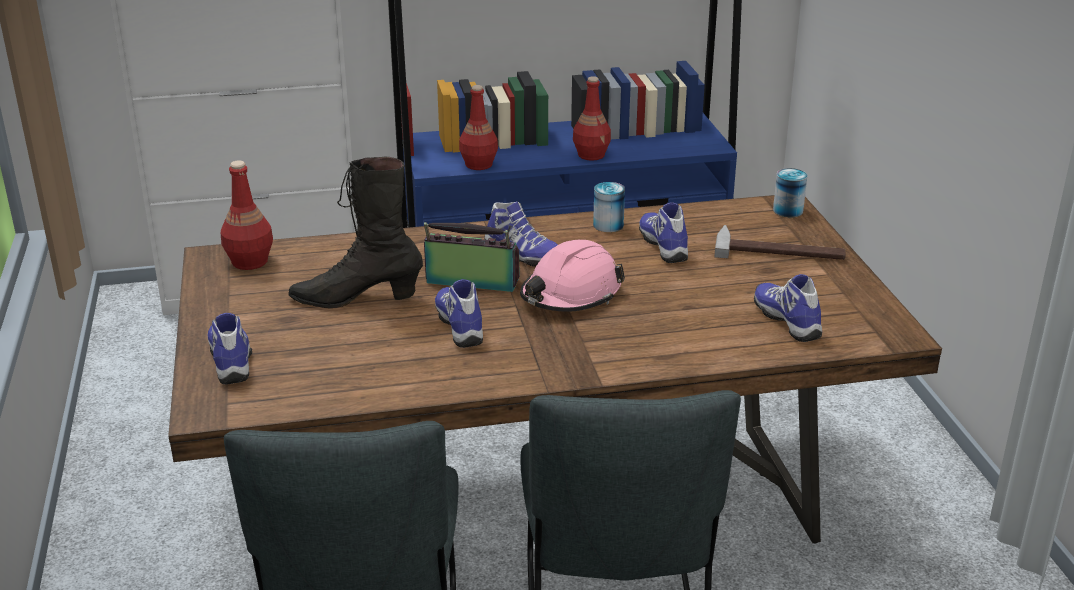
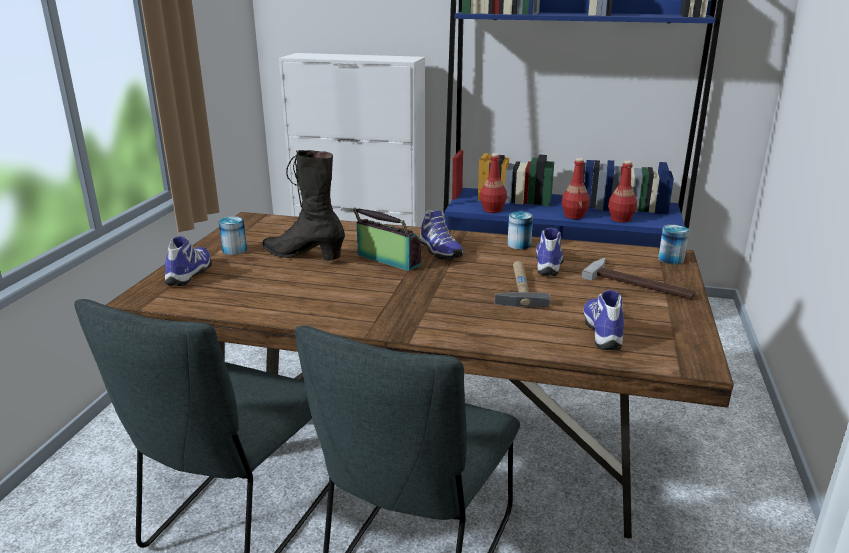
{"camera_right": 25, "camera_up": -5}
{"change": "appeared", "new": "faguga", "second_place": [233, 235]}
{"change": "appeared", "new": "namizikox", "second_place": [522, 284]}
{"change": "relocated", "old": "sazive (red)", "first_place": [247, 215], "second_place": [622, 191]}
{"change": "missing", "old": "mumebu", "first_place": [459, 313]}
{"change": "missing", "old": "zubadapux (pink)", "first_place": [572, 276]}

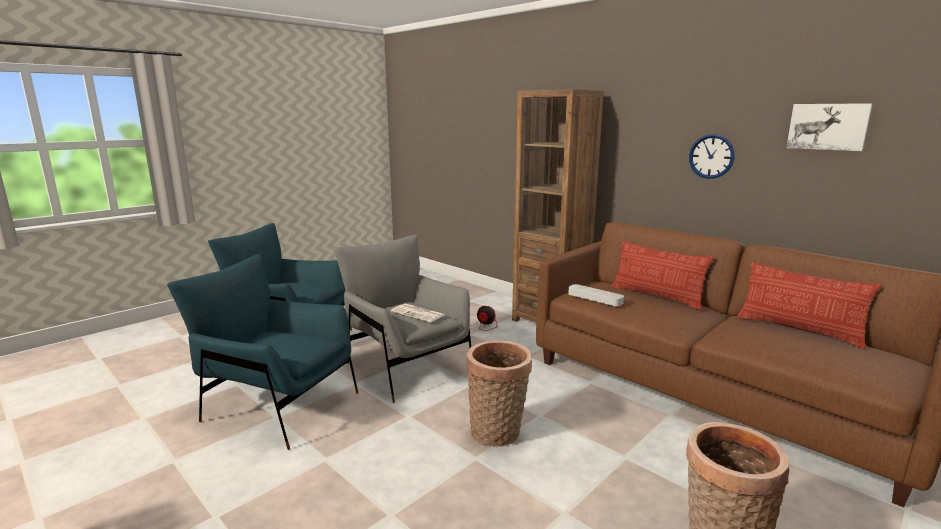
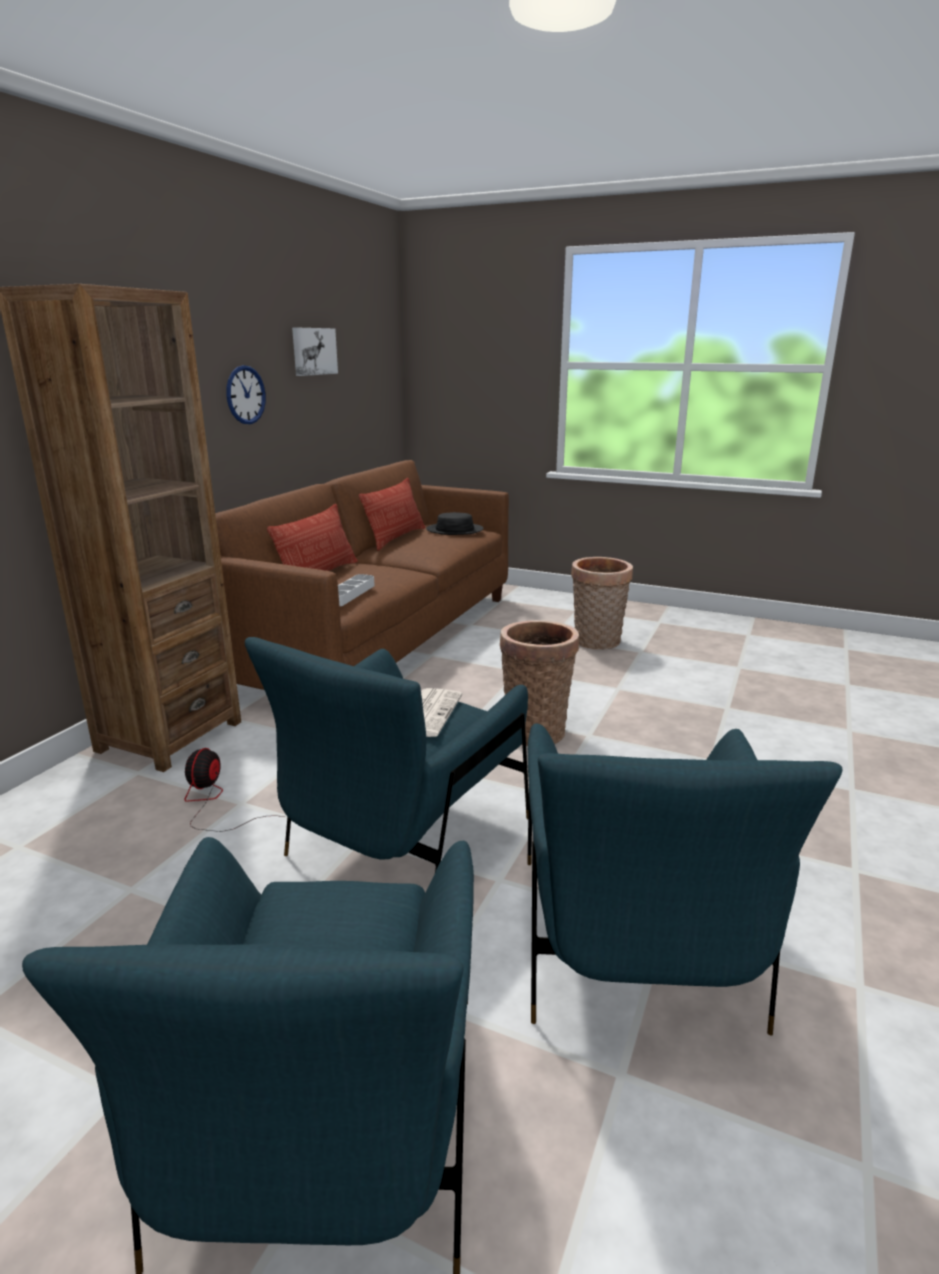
{"camera_right": -110, "camera_up": 5}
{"change": "colour", "old": "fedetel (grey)", "new": "fedetel (blue)", "first_place": [402, 318], "second_place": [387, 754]}
{"change": "appeared", "new": "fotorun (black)", "second_place": [455, 523]}

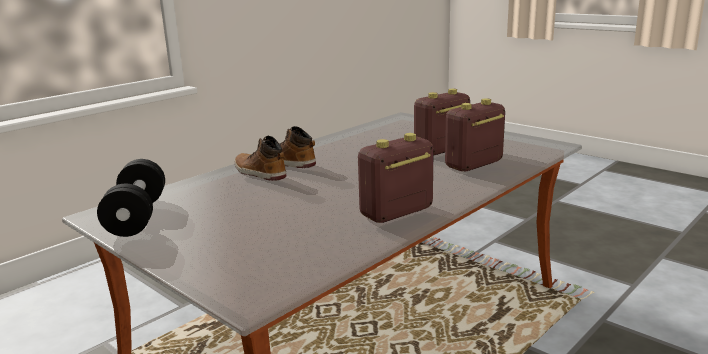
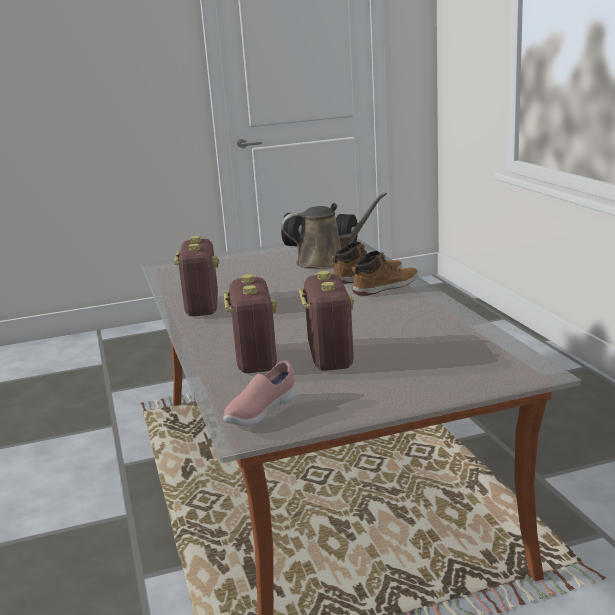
{"camera_right": 120, "camera_up": 0}
{"change": "appeared", "new": "mumebu (pink)", "second_place": [259, 393]}
{"change": "appeared", "new": "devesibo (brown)", "second_place": [334, 230]}

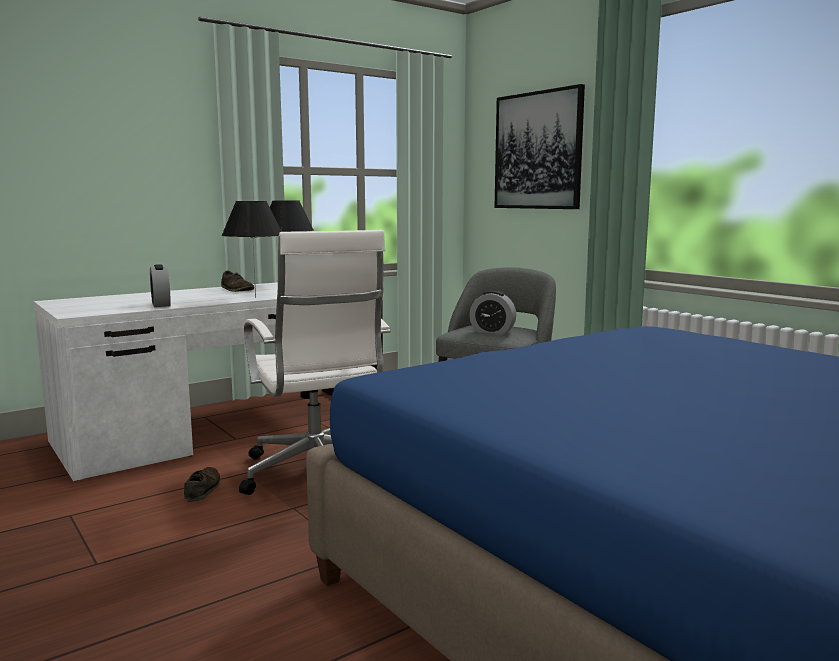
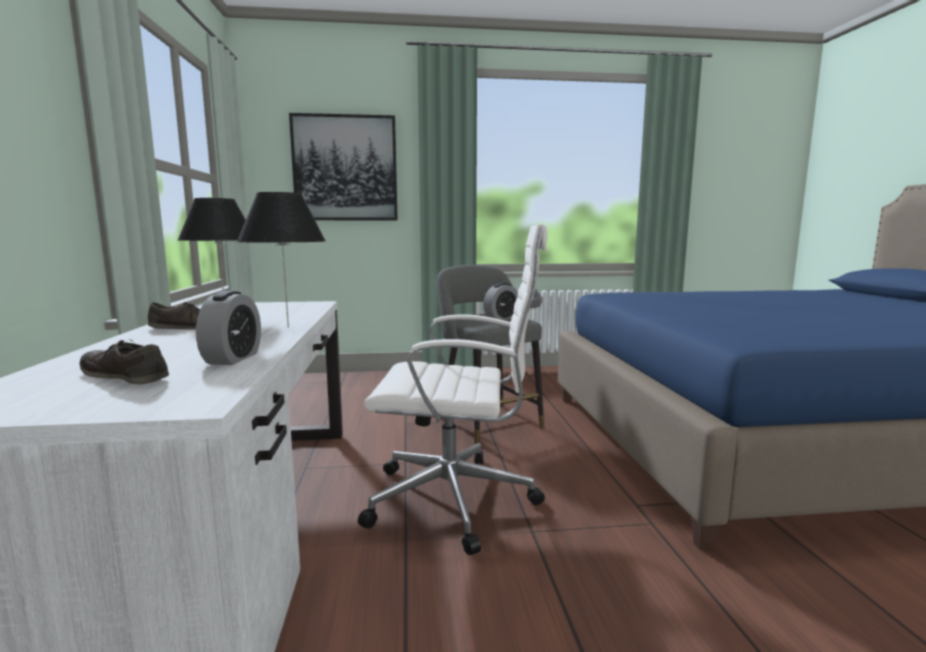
{"camera_right": -60, "camera_up": 0}
{"change": "relocated", "old": "mumebu (brown)", "first_place": [202, 484], "second_place": [124, 362]}
{"change": "spun", "old": "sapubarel", "first_place": [160, 285], "second_place": [228, 328], "degrees": -90}

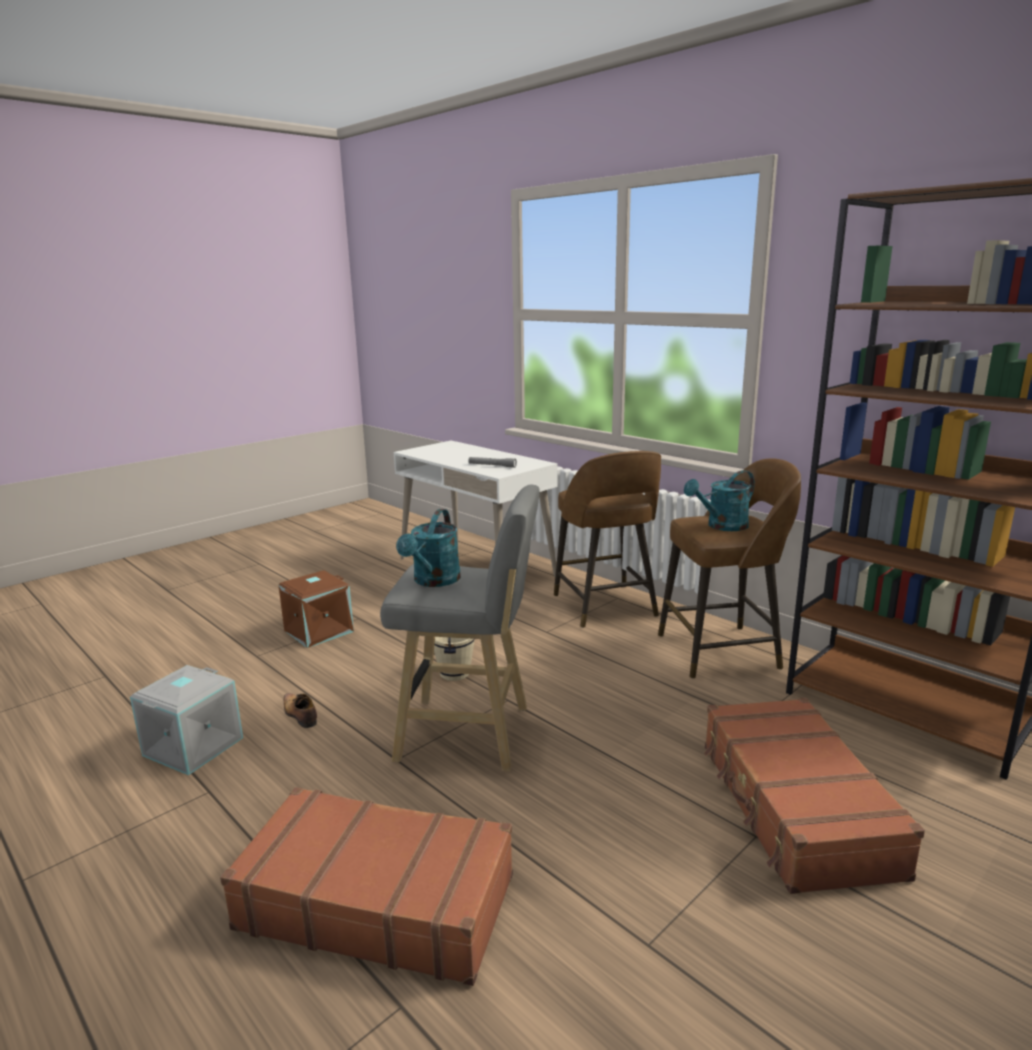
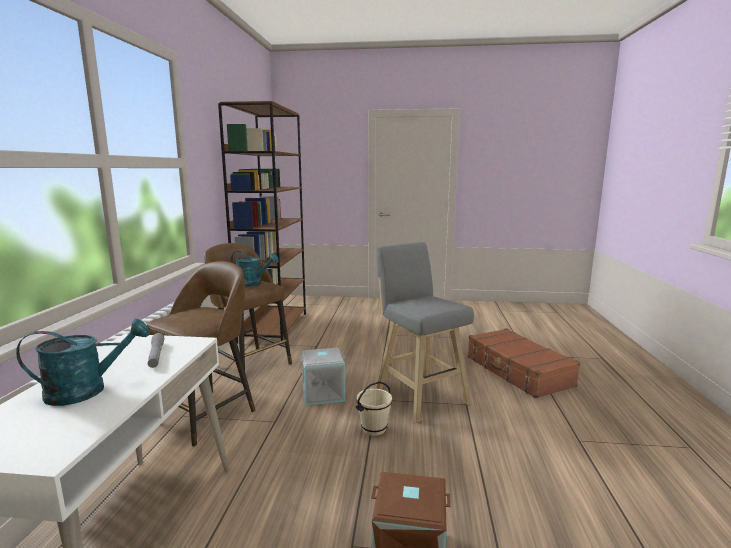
{"camera_right": -130, "camera_up": -5}
{"change": "relocated", "old": "devesibo (turquoise)", "first_place": [428, 548], "second_place": [83, 362]}
{"change": "relocated", "old": "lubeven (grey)", "first_place": [186, 720], "second_place": [323, 377]}
{"change": "missing", "old": "mumebu", "first_place": [300, 710]}
{"change": "missing", "old": "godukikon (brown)", "first_place": [814, 796]}

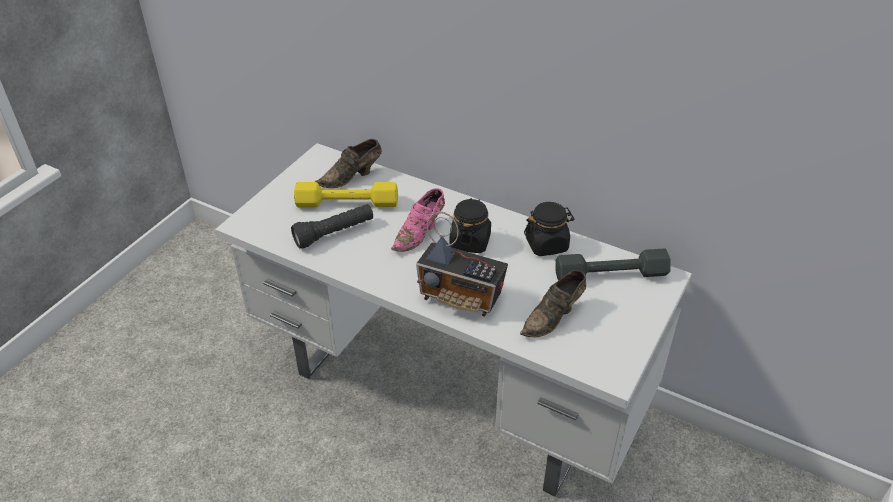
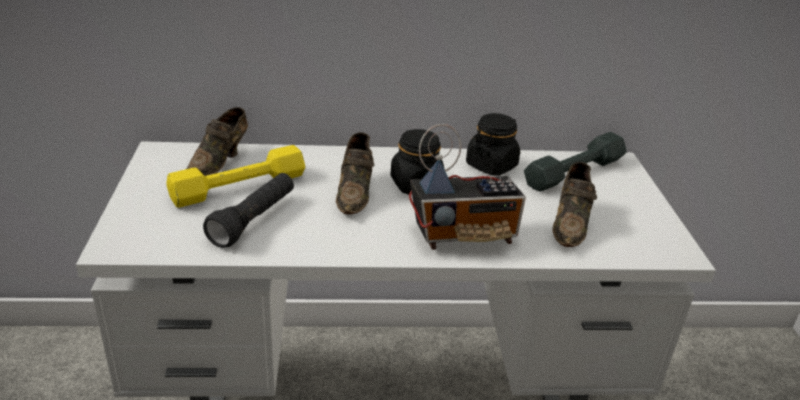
{"camera_right": -35, "camera_up": -10}
{"change": "colour", "old": "mumebu (pink)", "new": "mumebu (brown)", "first_place": [418, 220], "second_place": [355, 173]}

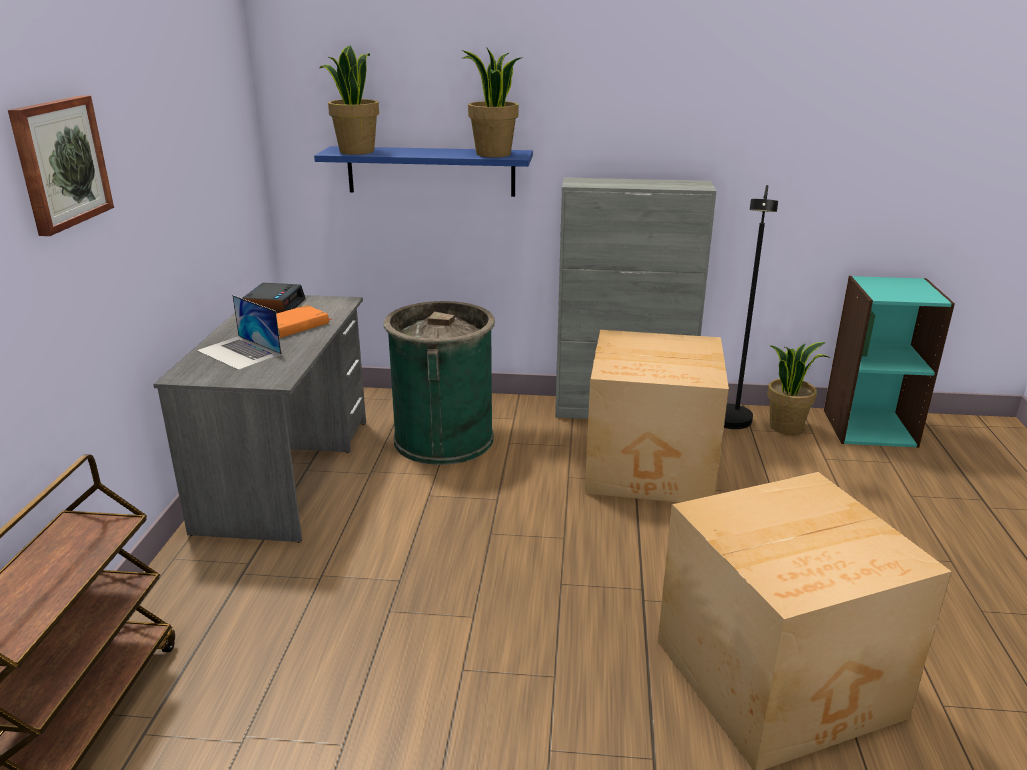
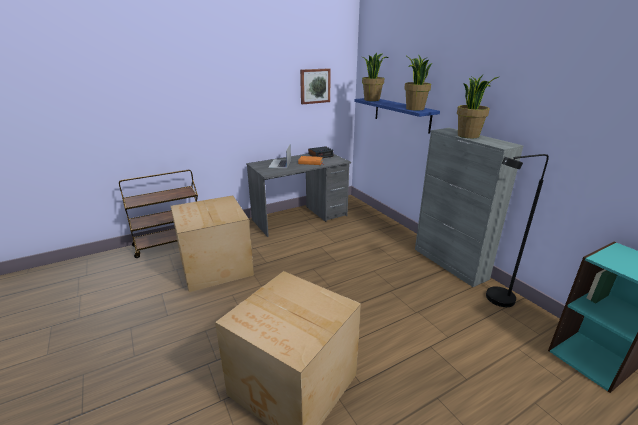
{"camera_right": 55, "camera_up": 0}
{"change": "relocated", "old": "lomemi", "first_place": [657, 416], "second_place": [212, 243]}
{"change": "relocated", "old": "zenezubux", "first_place": [61, 165], "second_place": [315, 86]}
{"change": "relocated", "old": "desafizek", "first_place": [799, 388], "second_place": [477, 106]}
{"change": "missing", "old": "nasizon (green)", "first_place": [439, 383]}

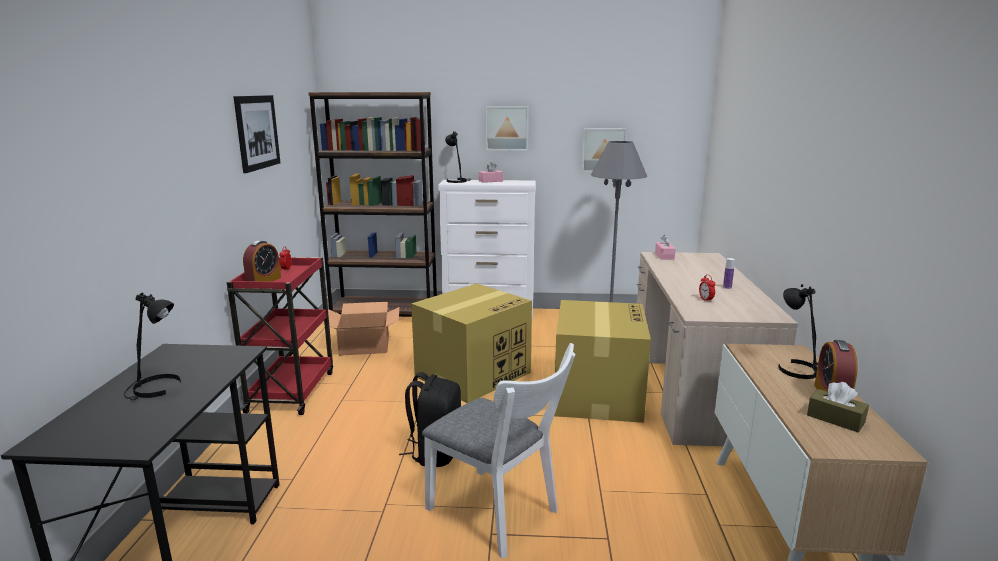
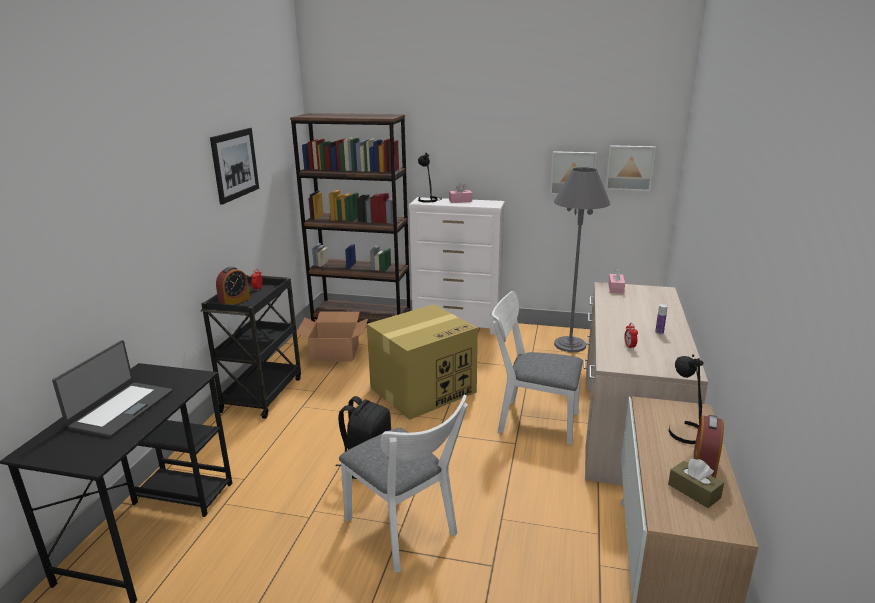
{"camera_right": 10, "camera_up": 5}
{"change": "exchanged", "old": "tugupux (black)", "new": "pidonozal", "first_place": [152, 346], "second_place": [112, 388]}
{"change": "colour", "old": "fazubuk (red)", "new": "fazubuk (black)", "first_place": [280, 336], "second_place": [251, 347]}
{"change": "exchanged", "old": "lomemi", "new": "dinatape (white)", "first_place": [602, 361], "second_place": [537, 368]}
{"change": "relocated", "old": "zenezubux", "first_place": [507, 128], "second_place": [630, 168]}

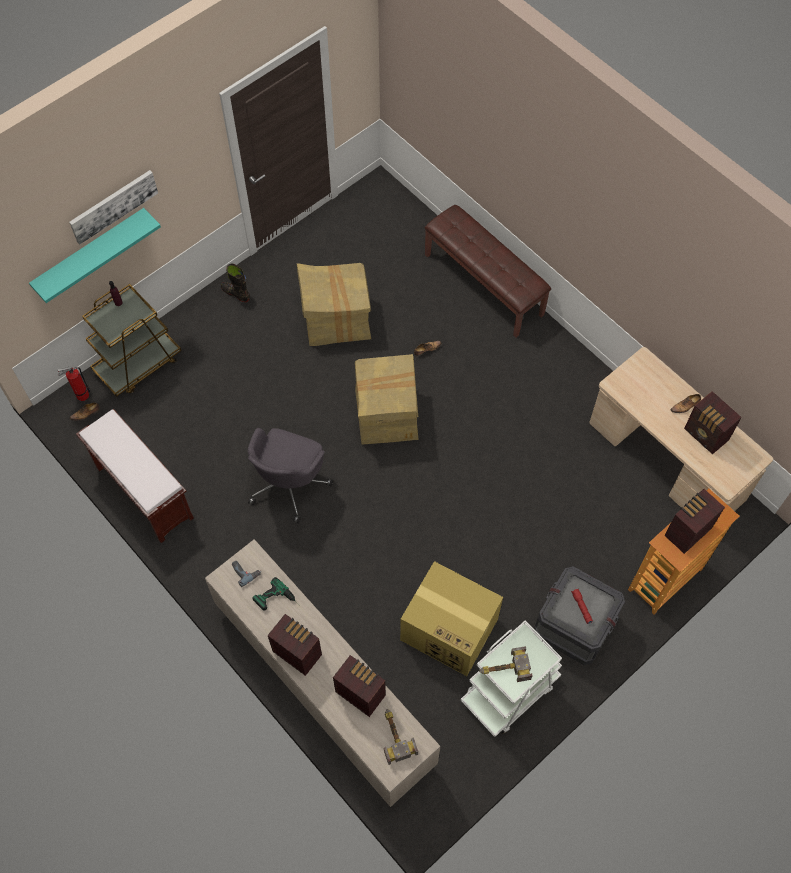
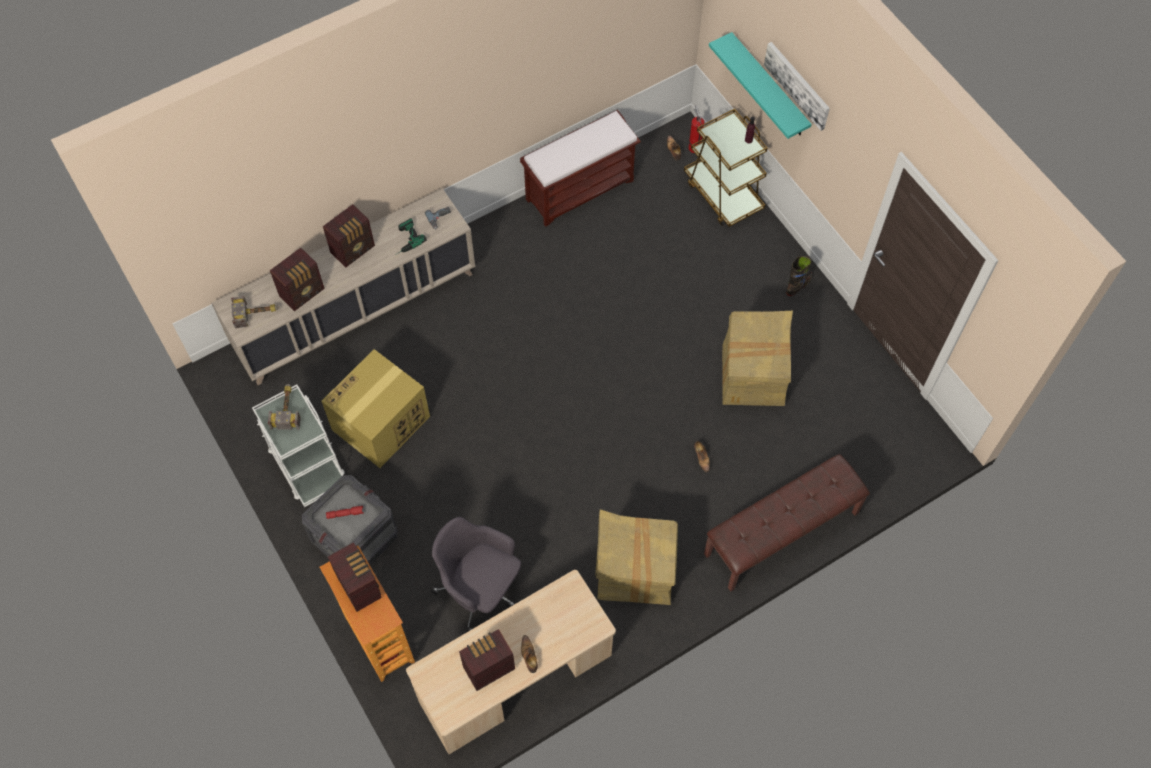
{"camera_right": 100, "camera_up": 0}
{"change": "relocated", "old": "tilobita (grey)", "first_place": [290, 475], "second_place": [476, 574]}
{"change": "relocated", "old": "lomemi", "first_place": [387, 399], "second_place": [636, 557]}

